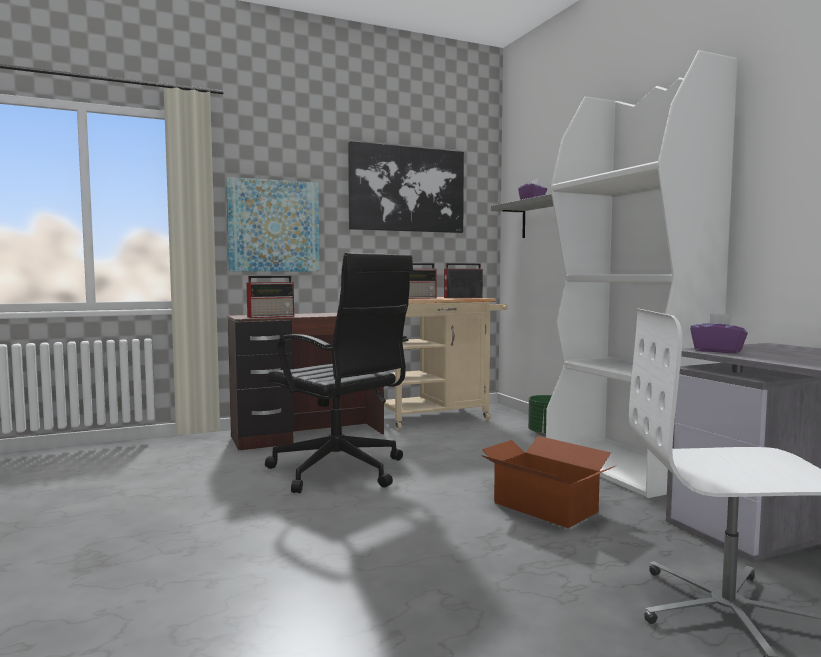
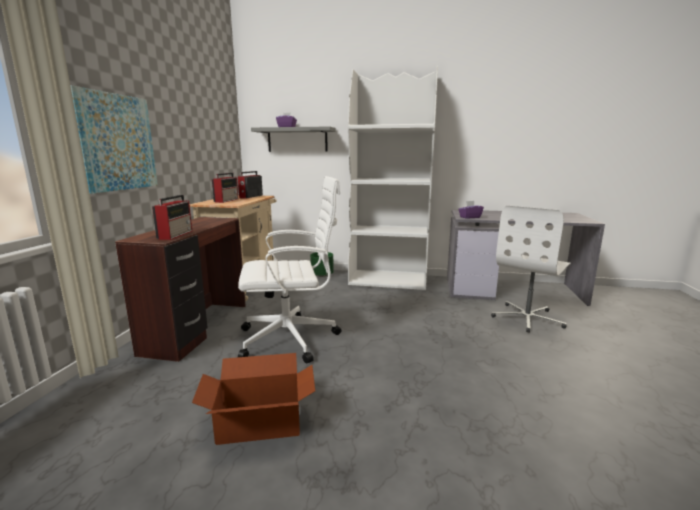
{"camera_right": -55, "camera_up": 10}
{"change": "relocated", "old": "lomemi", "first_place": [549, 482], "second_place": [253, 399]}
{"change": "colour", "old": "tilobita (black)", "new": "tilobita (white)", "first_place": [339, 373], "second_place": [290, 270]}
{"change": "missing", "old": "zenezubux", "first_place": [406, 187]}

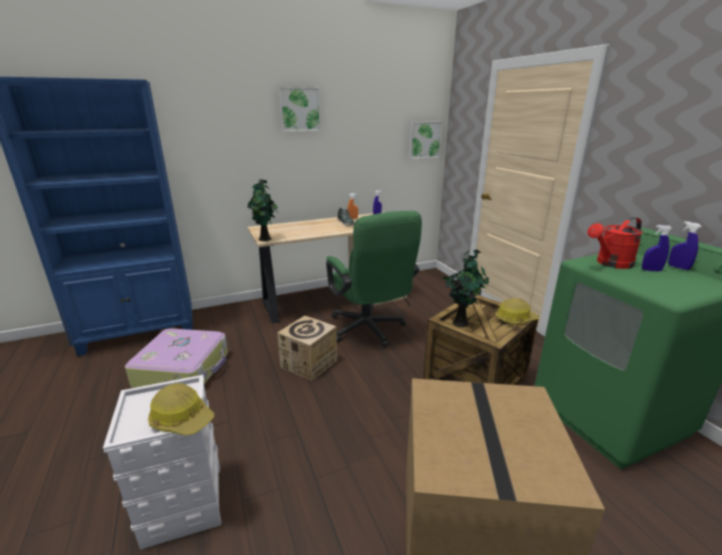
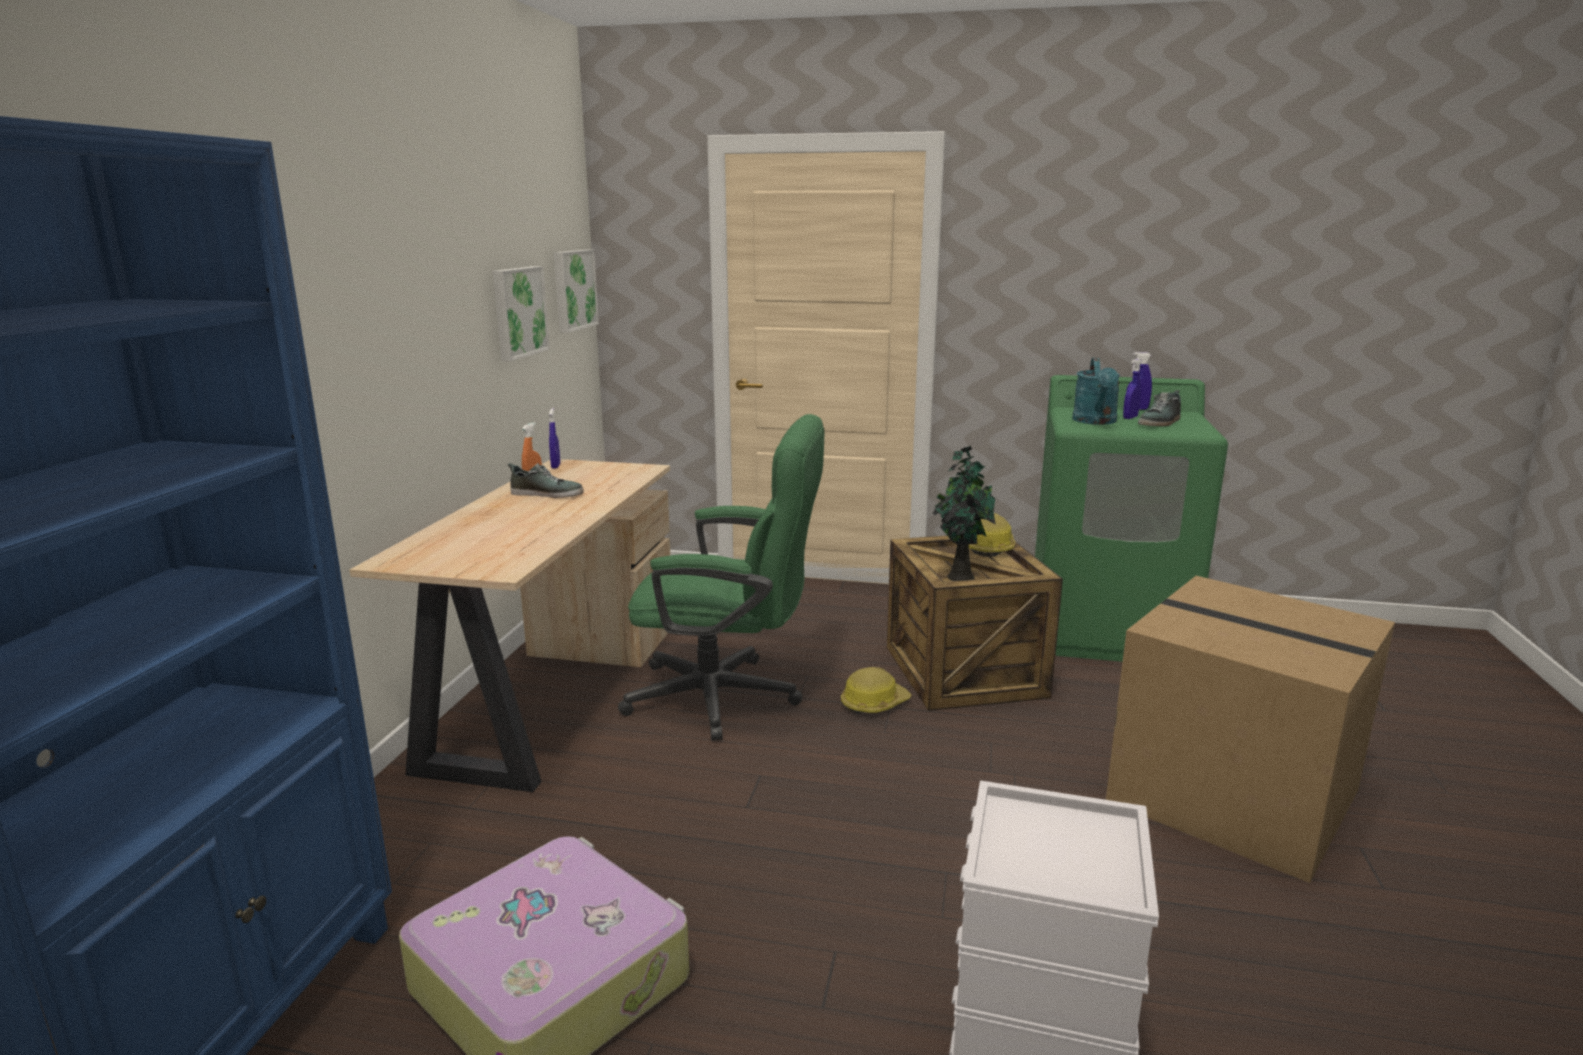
{"camera_right": -55, "camera_up": -5}
{"change": "relocated", "old": "zenezubux", "first_place": [299, 109], "second_place": [521, 313]}
{"change": "relocated", "old": "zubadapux", "first_place": [181, 409], "second_place": [876, 690]}
{"change": "colour", "old": "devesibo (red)", "new": "devesibo (turquoise)", "first_place": [615, 243], "second_place": [1096, 391]}
{"change": "appeared", "new": "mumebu", "second_place": [1159, 408]}
{"change": "missing", "old": "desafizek", "first_place": [263, 210]}
{"change": "missing", "old": "lomemi", "first_place": [307, 348]}

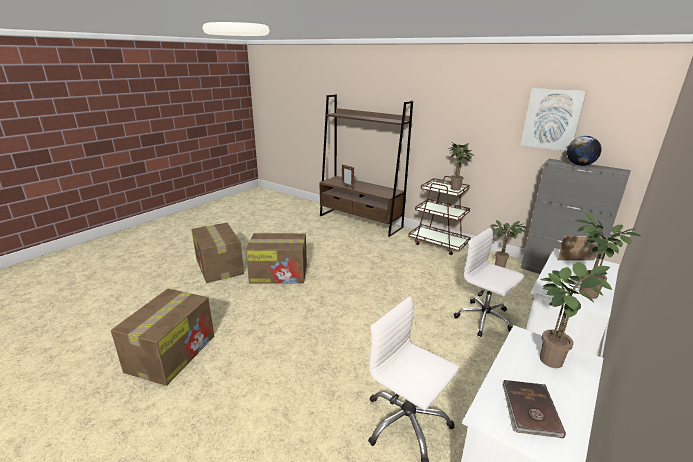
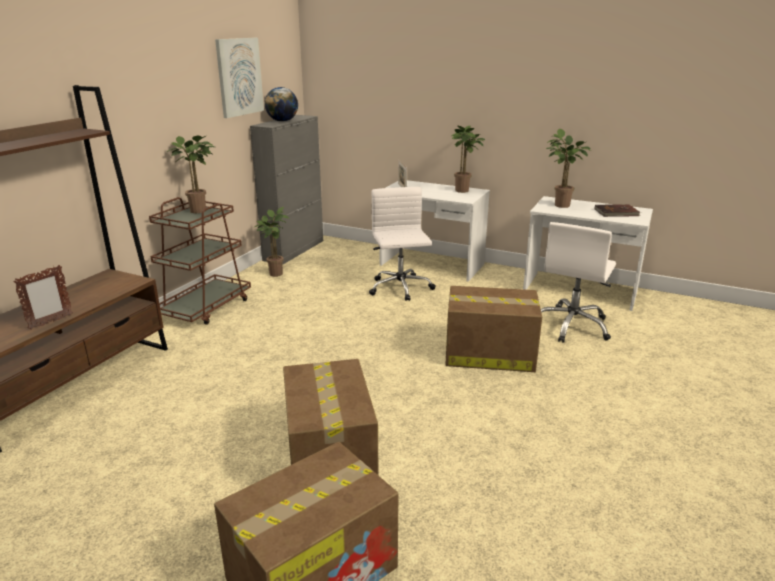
{"camera_right": -100, "camera_up": 0}
{"change": "spun", "old": "tilobita (white)", "first_place": [489, 282], "second_place": [402, 244], "degrees": 135}
{"change": "relocated", "old": "lomemi", "first_place": [162, 337], "second_place": [493, 329]}

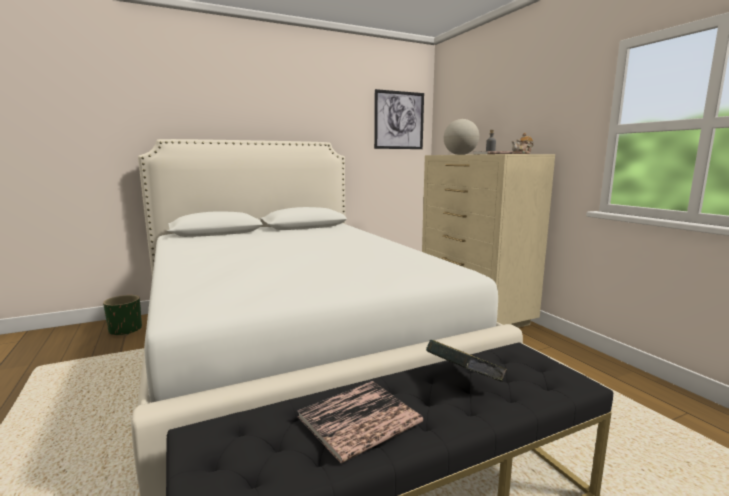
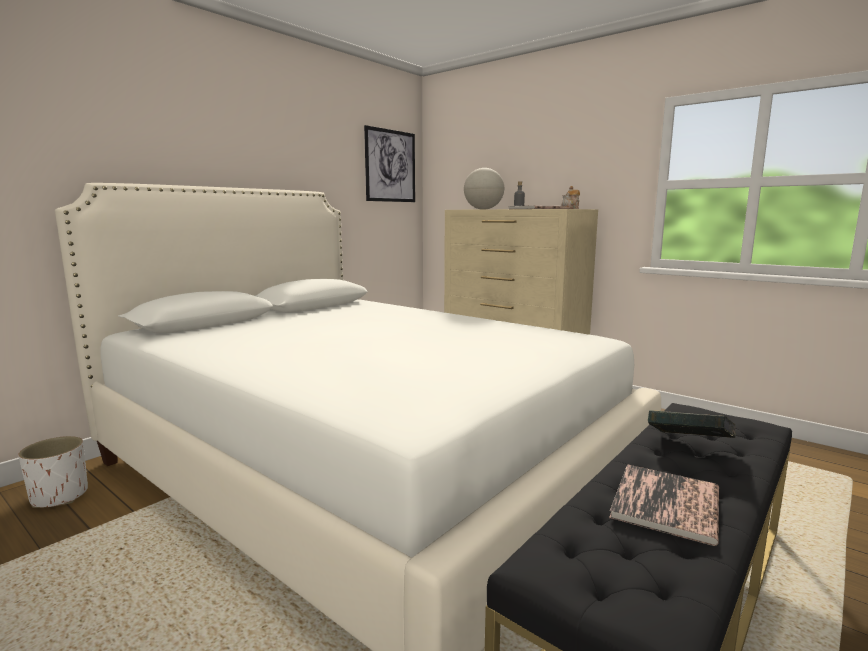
{"camera_right": -25, "camera_up": 0}
{"change": "colour", "old": "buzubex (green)", "new": "buzubex (white)", "first_place": [122, 315], "second_place": [53, 472]}

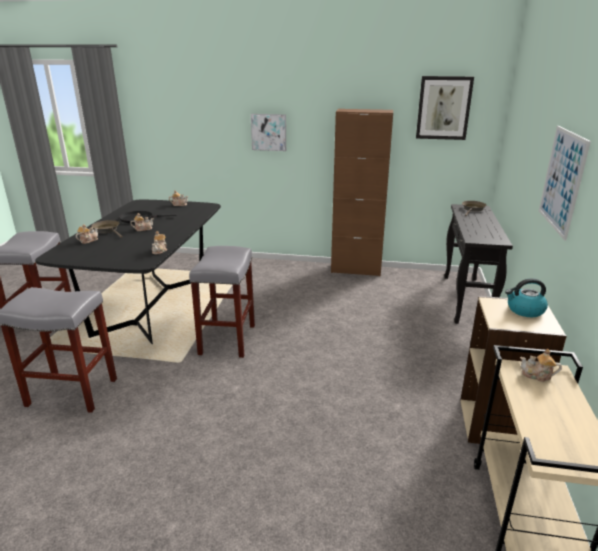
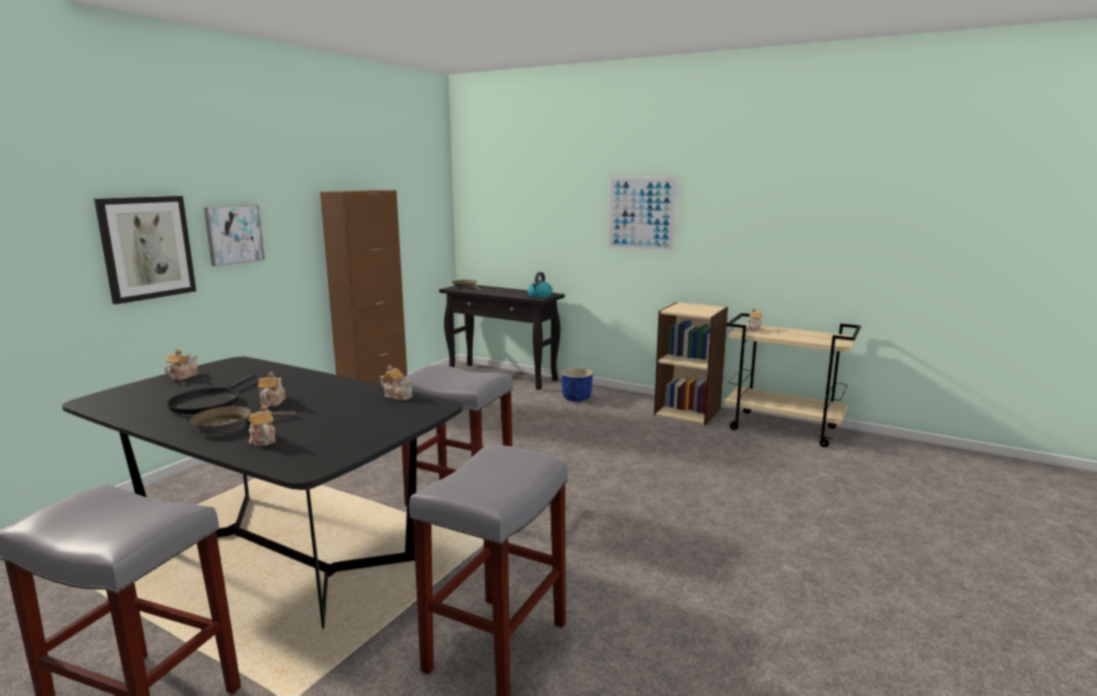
{"camera_right": -70, "camera_up": -10}
{"change": "relocated", "old": "zenezubux", "first_place": [445, 108], "second_place": [145, 250]}
{"change": "relocated", "old": "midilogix", "first_place": [526, 297], "second_place": [540, 285]}
{"change": "appeared", "new": "buzubex (blue)", "second_place": [577, 385]}

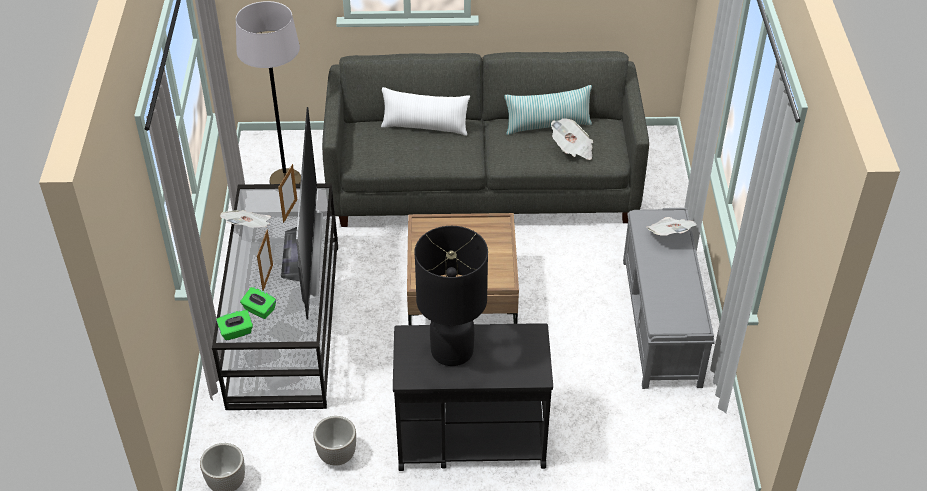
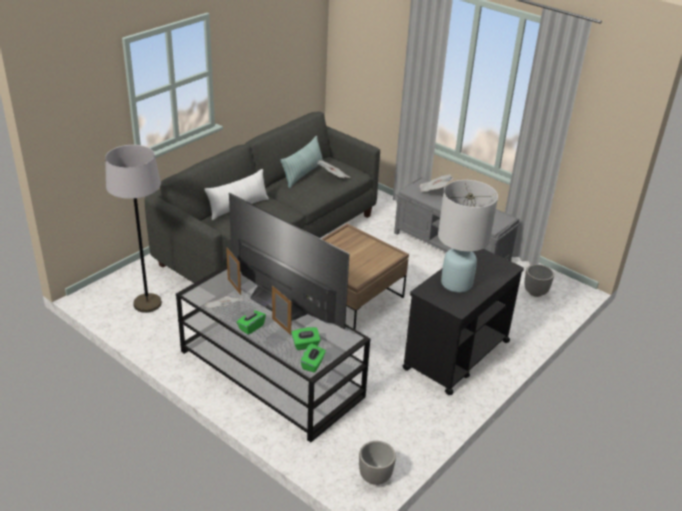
{"camera_right": -50, "camera_up": -10}
{"change": "appeared", "new": "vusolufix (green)", "second_place": [251, 321]}
{"change": "colour", "old": "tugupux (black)", "new": "tugupux (white)", "first_place": [451, 296], "second_place": [468, 236]}
{"change": "relocated", "old": "buzubex", "first_place": [334, 441], "second_place": [539, 280]}

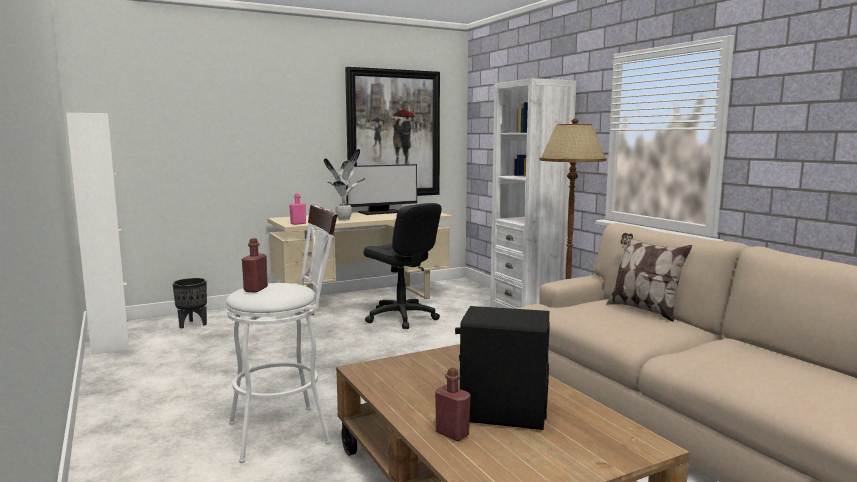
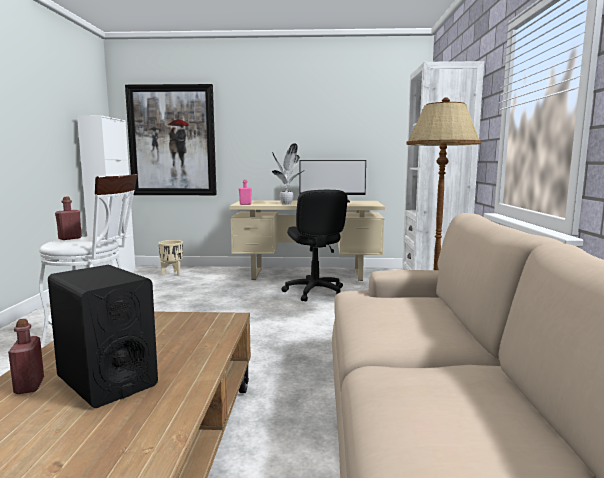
{"camera_right": 30, "camera_up": 0}
{"change": "relocated", "old": "zenezubux", "first_place": [392, 131], "second_place": [171, 139]}
{"change": "colour", "old": "buzubex (black)", "new": "buzubex (beige)", "first_place": [189, 303], "second_place": [170, 258]}
{"change": "missing", "old": "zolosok", "first_place": [649, 277]}

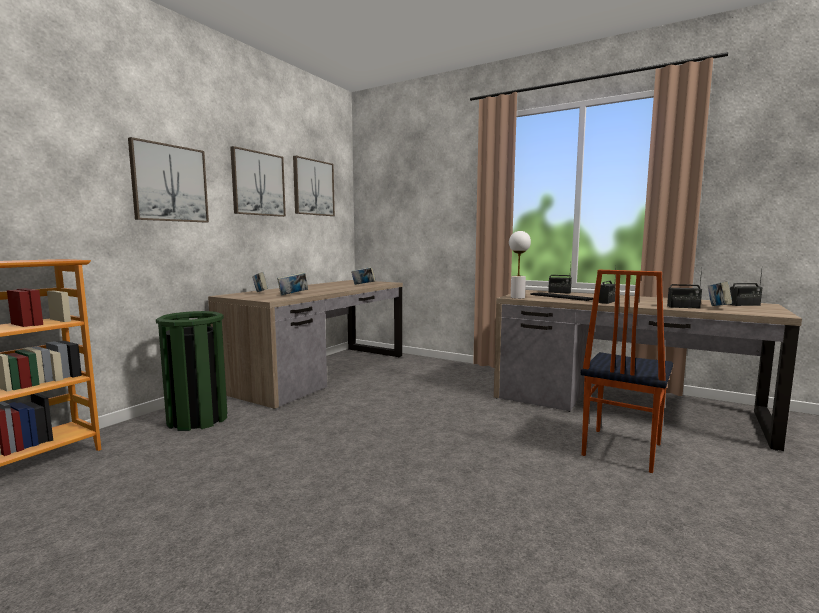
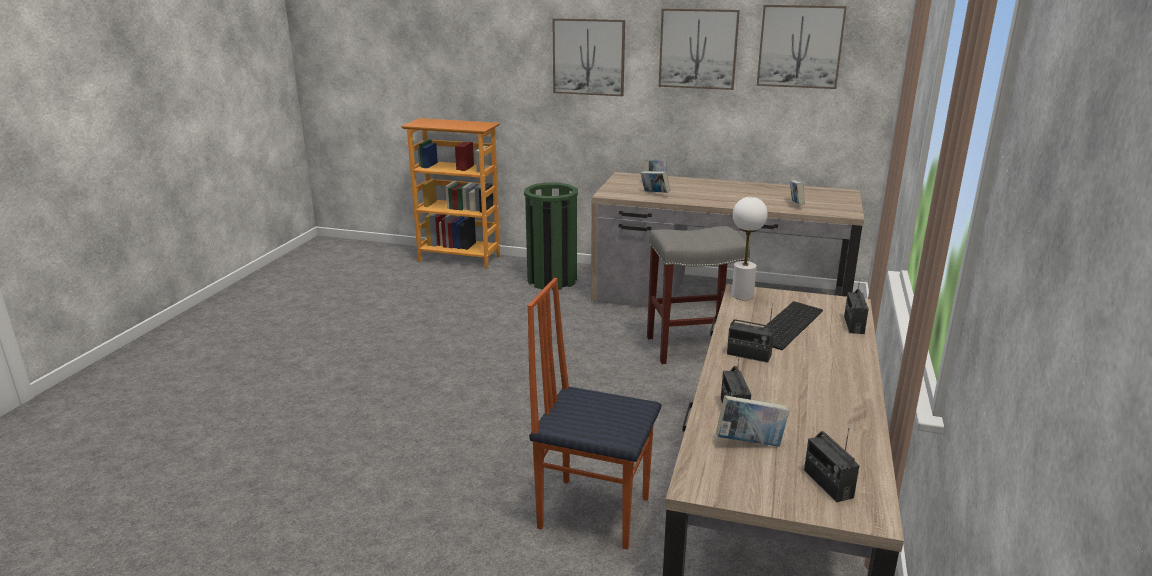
{"camera_right": 75, "camera_up": 15}
{"change": "appeared", "new": "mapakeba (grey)", "second_place": [698, 295]}

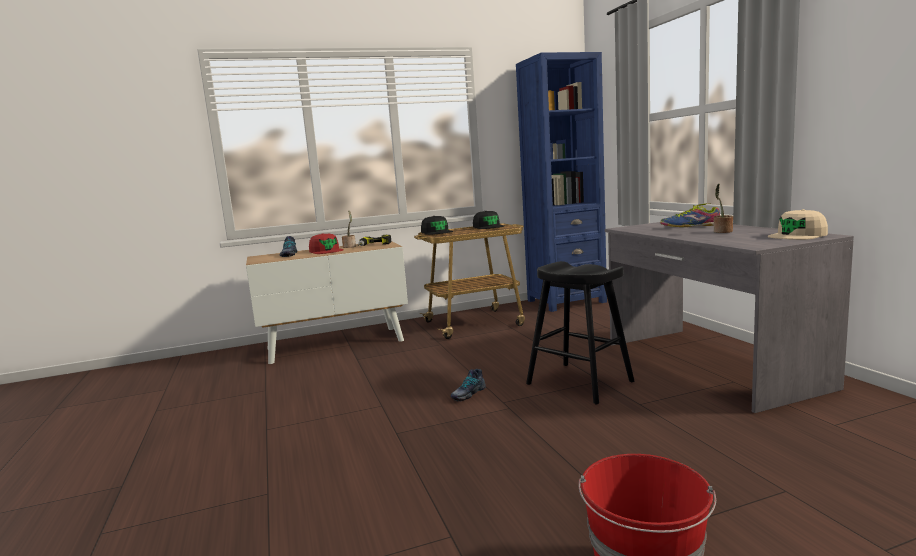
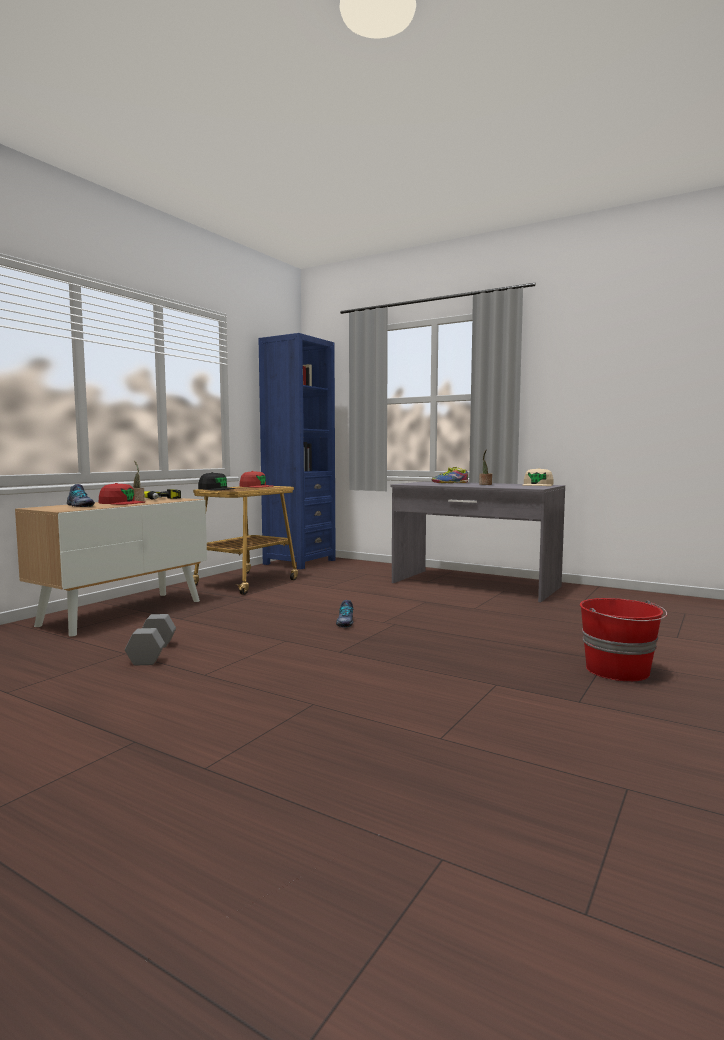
{"camera_right": -40, "camera_up": -5}
{"change": "appeared", "new": "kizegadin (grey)", "second_place": [150, 640]}
{"change": "colour", "old": "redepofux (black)", "new": "redepofux (red)", "first_place": [488, 220], "second_place": [256, 479]}
{"change": "missing", "old": "mapakeba (black)", "first_place": [580, 332]}

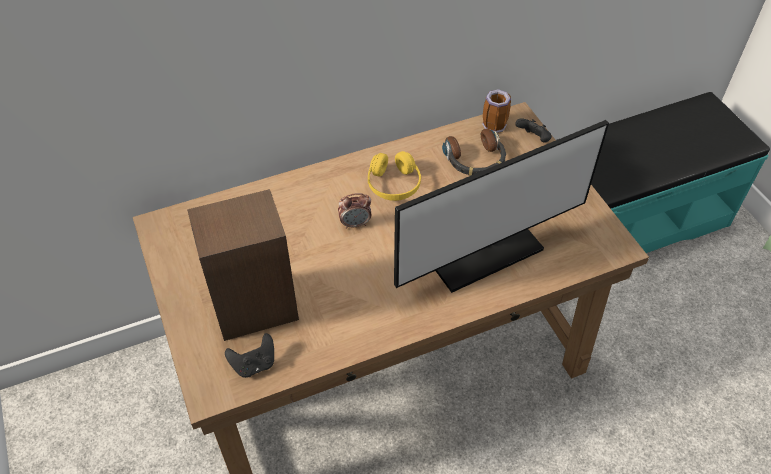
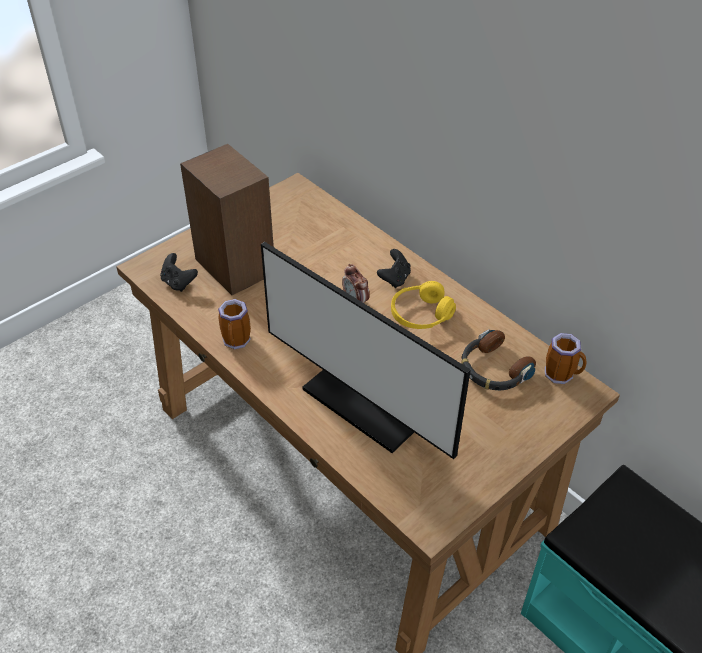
{"camera_right": 70, "camera_up": -5}
{"change": "appeared", "new": "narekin", "second_place": [234, 324]}
{"change": "relocated", "old": "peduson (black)", "first_place": [533, 130], "second_place": [394, 268]}

